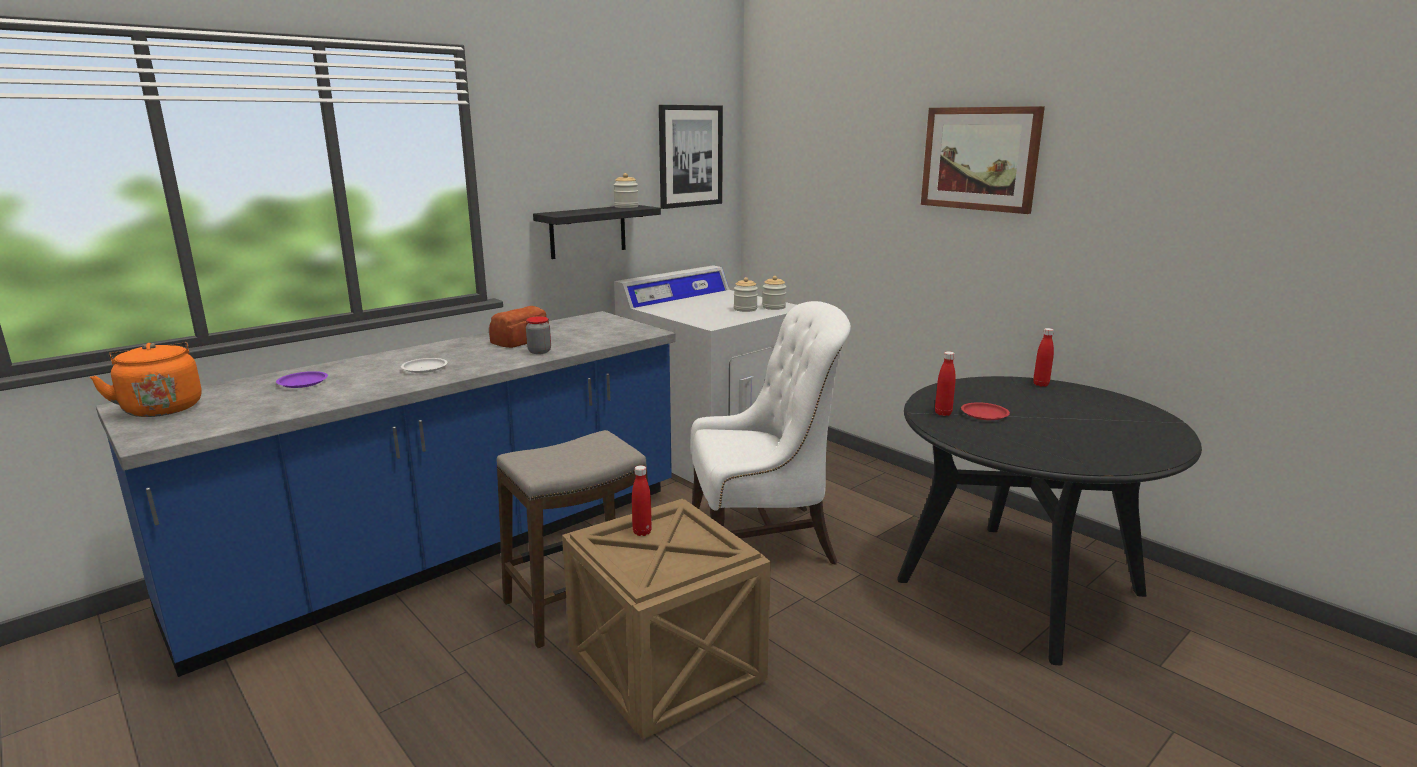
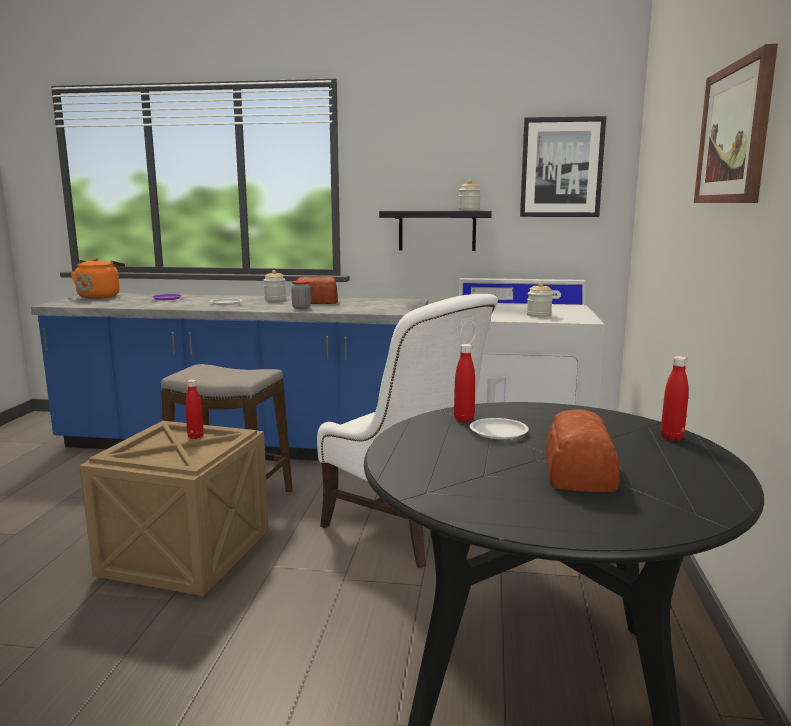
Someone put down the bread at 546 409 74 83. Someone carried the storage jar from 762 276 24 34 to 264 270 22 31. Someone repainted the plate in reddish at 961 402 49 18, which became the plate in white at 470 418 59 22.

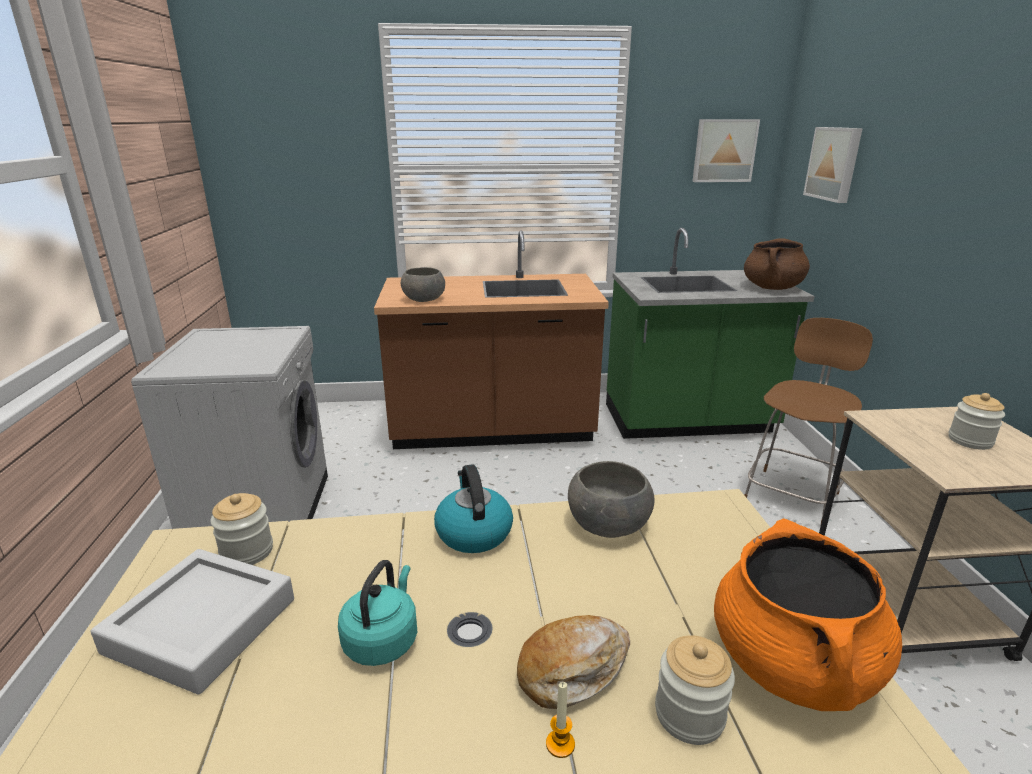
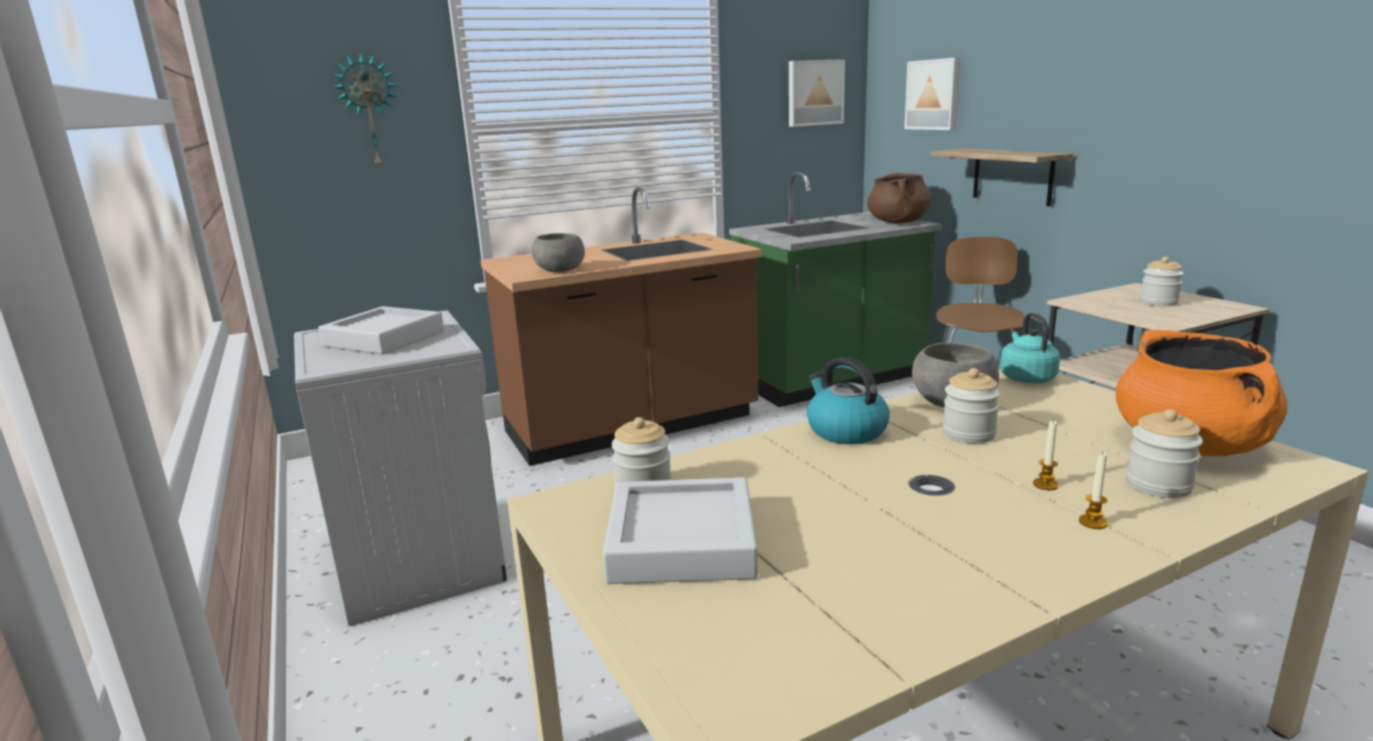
Someone put down the carrying tray in grey at 318 306 126 48. Someone put up the wall clock at 332 52 65 117. Someone put up the bracket shelf at 931 148 142 58. Someone put down the storage jar at 942 368 58 75. Someone carried the tea kettle in blue-green from 338 560 79 106 to 1000 313 60 70. Someone swapped the bread at 517 615 113 94 for the candle at 1033 420 26 70.

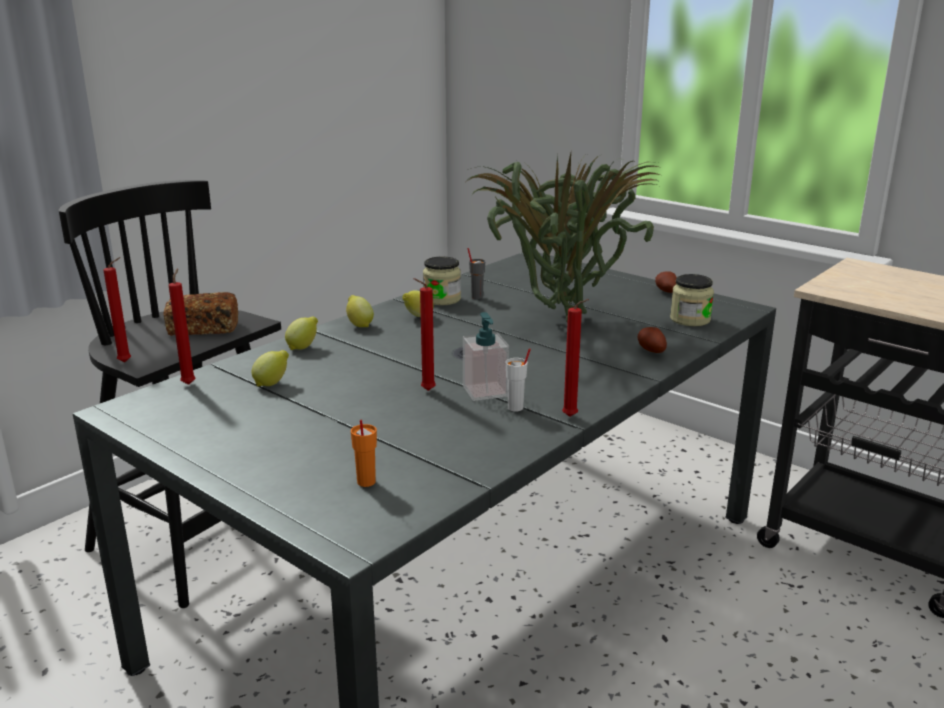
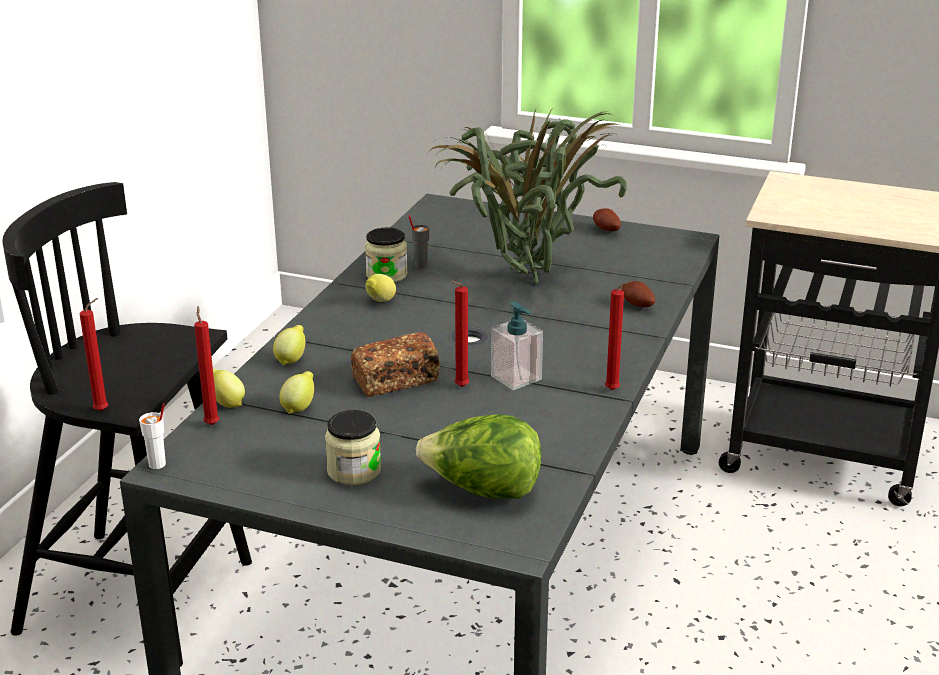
Someone carried the bread from 163 292 75 44 to 351 332 89 65. Someone carried the citrus fruit from 346 295 28 32 to 213 369 32 39. Someone carried the cup in white from 506 348 25 63 to 139 403 27 66. Someone carried the storage jar from 670 274 44 52 to 325 410 56 75. Someone swapped the cup in orangey at 351 419 26 68 for the lettuce at 416 414 125 85.

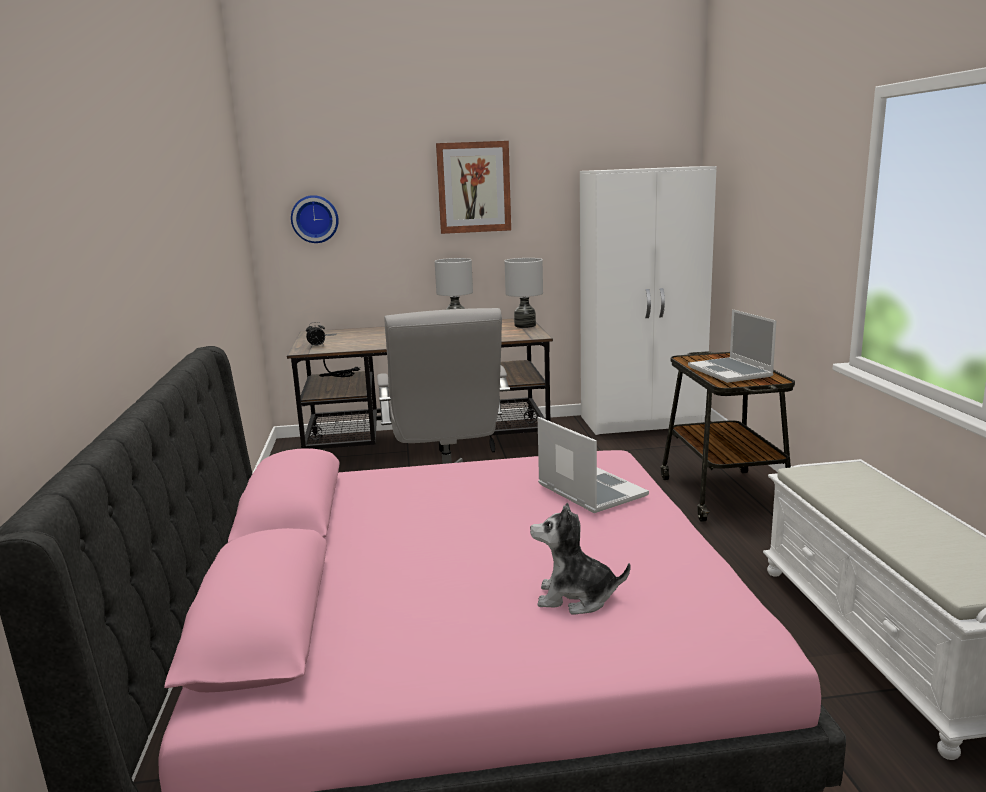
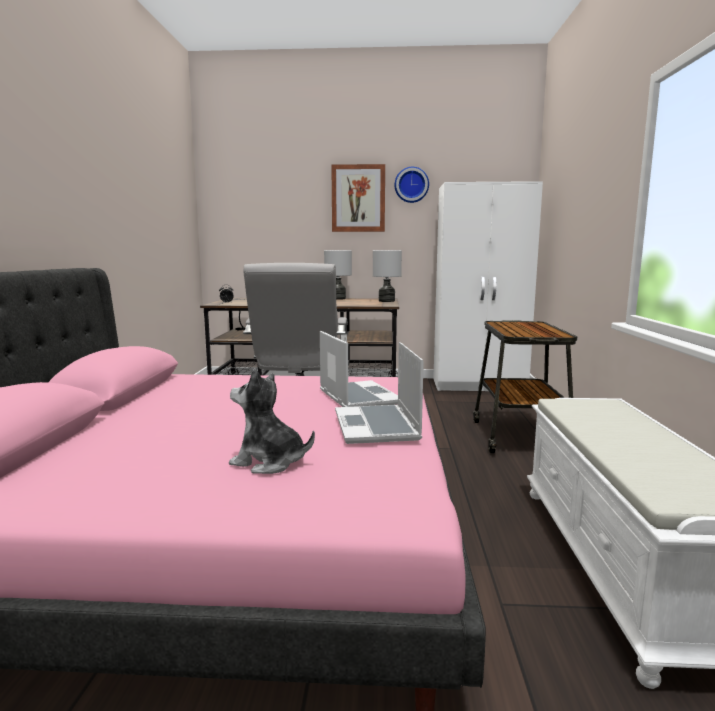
Someone carried the wall clock from 291 195 48 48 to 395 167 34 36. Someone carried the laptop from 688 309 88 74 to 335 342 89 102.

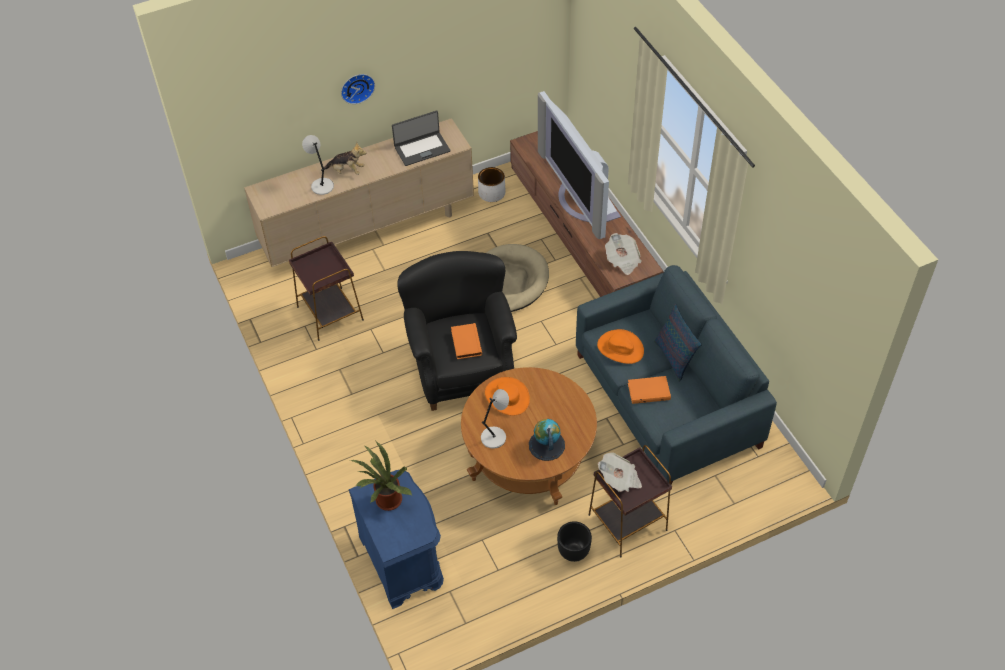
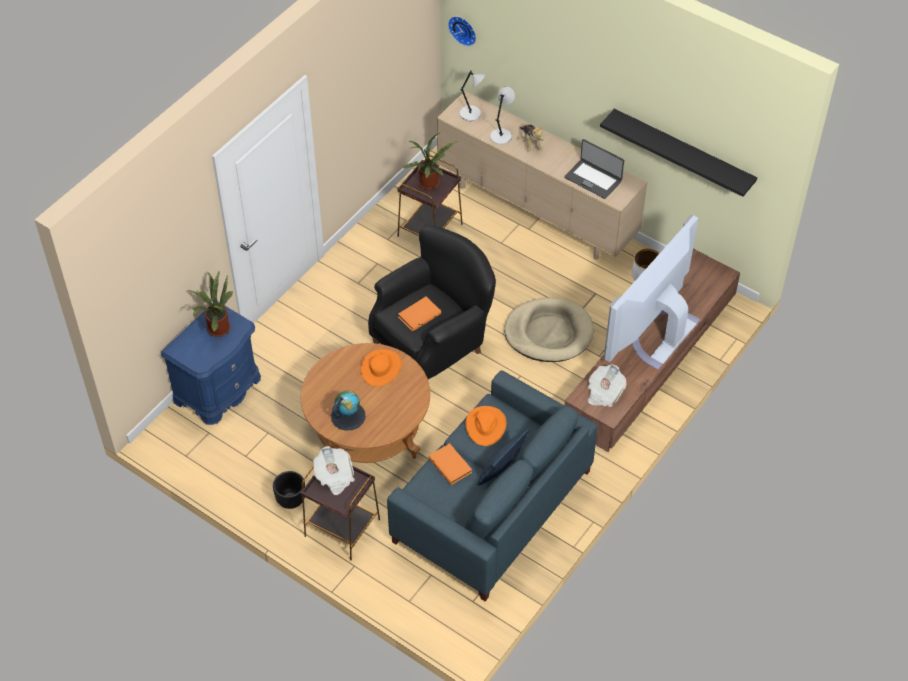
Someone put down the plant in a pot at 403 133 54 57. Someone put up the bracket shelf in blackish at 600 109 157 88. Someone carried the wall clock from 341 74 34 30 to 448 16 28 30. Someone carried the table lamp in grey from 481 389 28 60 to 460 70 25 51.

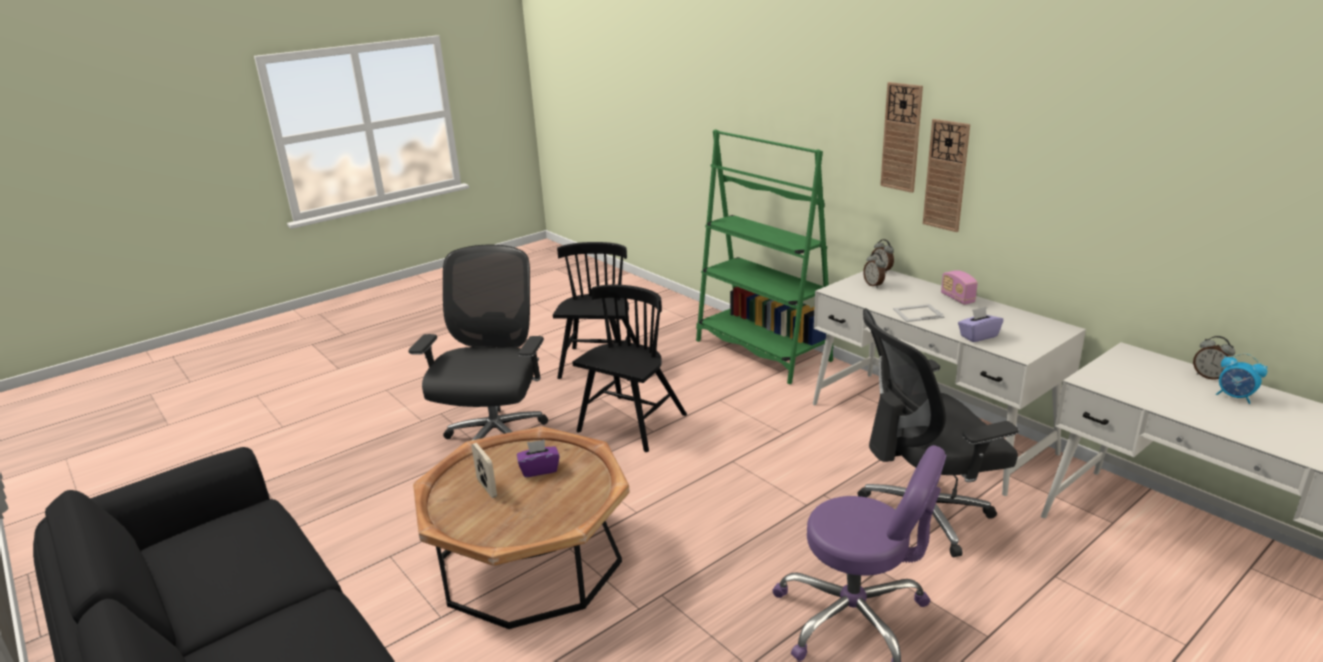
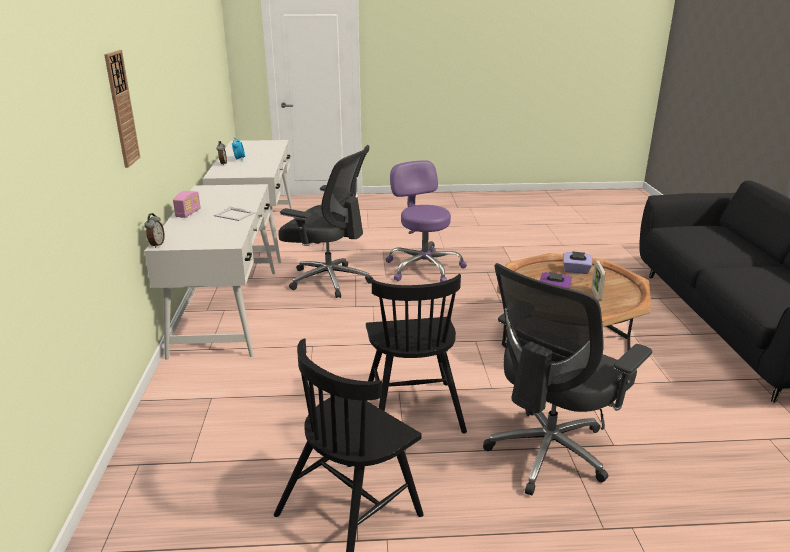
Someone took away the shelving unit in green at 696 129 137 255. Someone took away the table clock at 863 253 23 35. Someone took away the wall clock at 923 119 47 113. Someone carried the tissue box in purple from 958 307 46 35 to 563 251 29 23. Someone rotated the chair in blackish at 572 284 115 168 by 75 degrees counterclockwise.

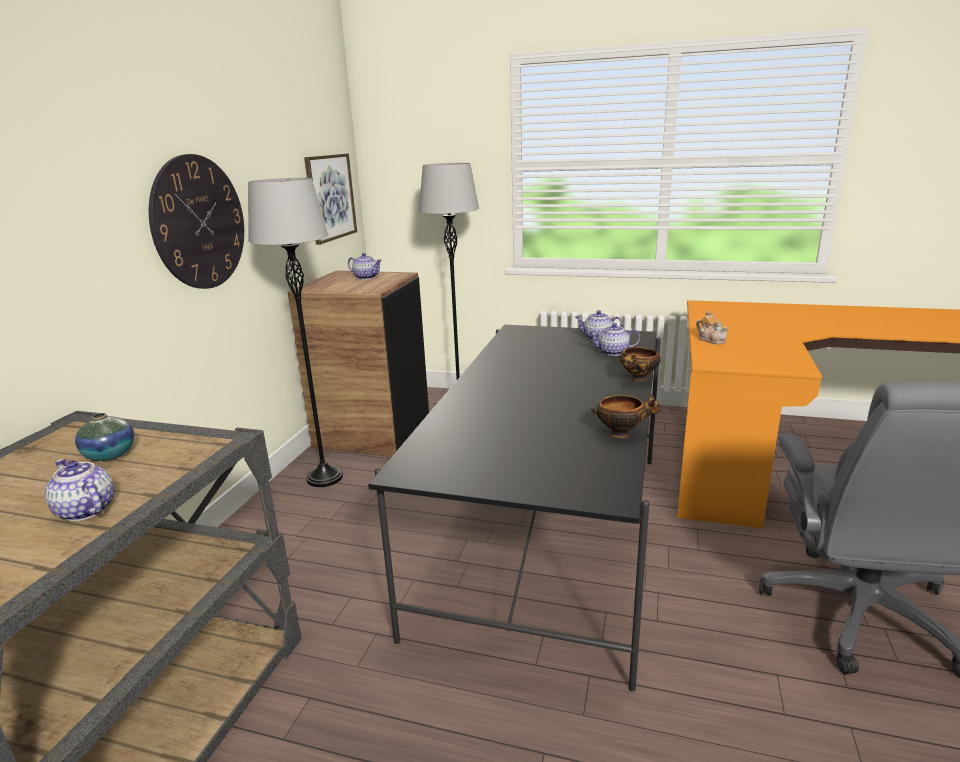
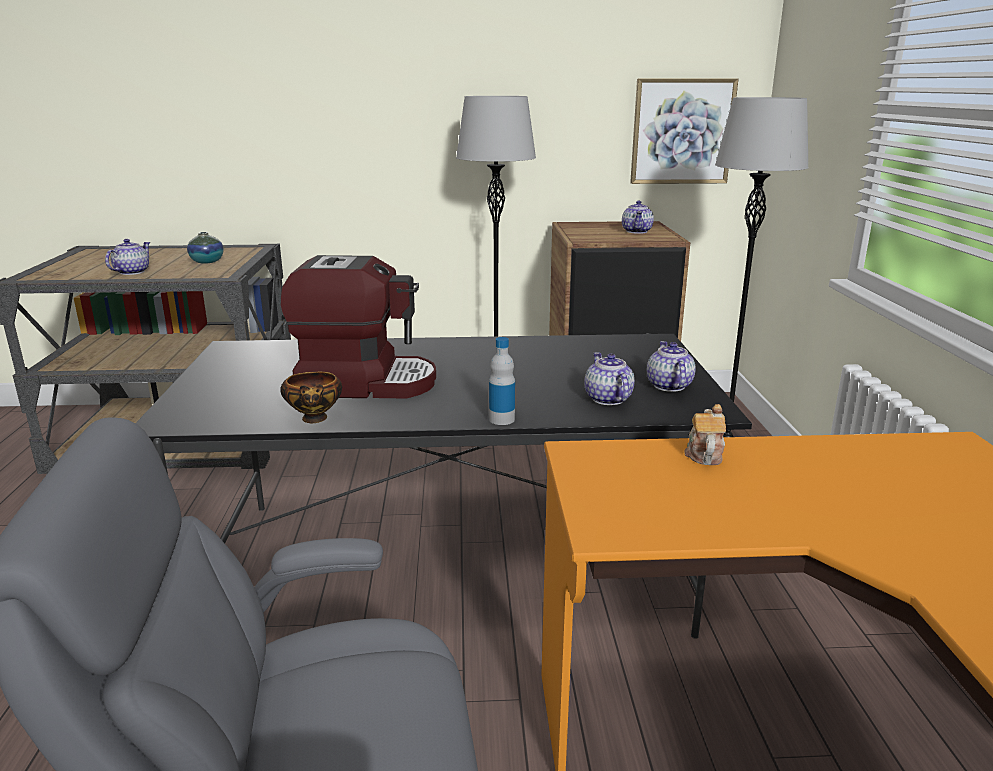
Someone took away the wall clock at 149 154 95 135. Someone put down the coffee machine at 281 255 155 144. Someone swapped the bowl at 619 347 42 35 for the beverage bottle at 489 337 26 88. Someone rotated the tea pot at 696 310 33 35 by 150 degrees clockwise.

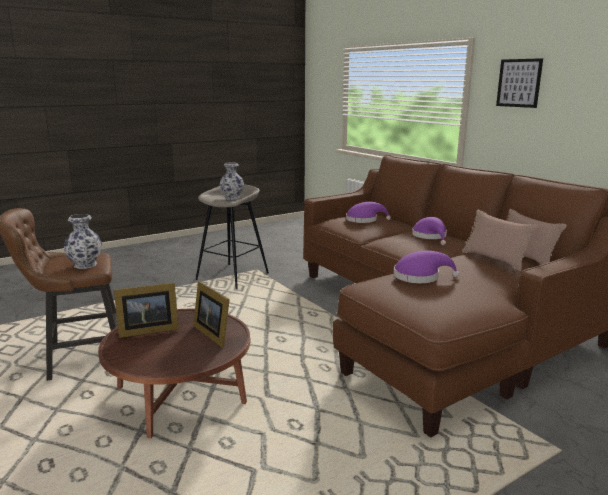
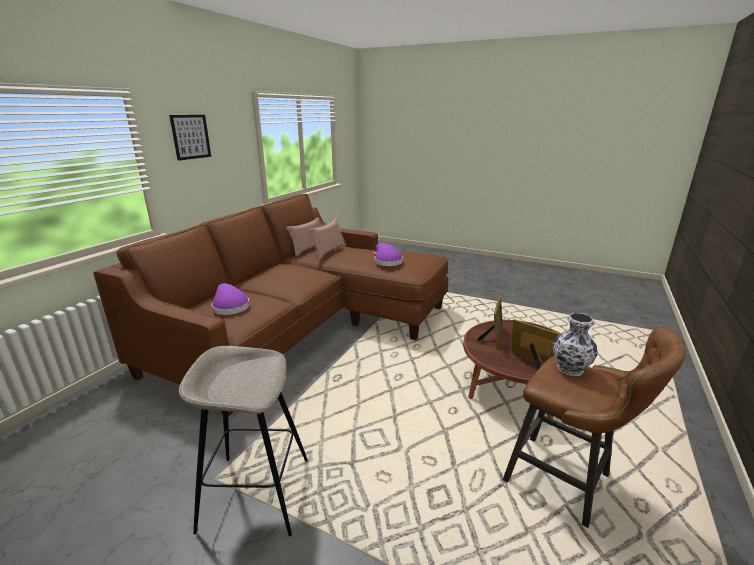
Someone took away the flower vase at 220 162 24 38. Someone took away the clothing hat in purple at 412 217 35 28.

